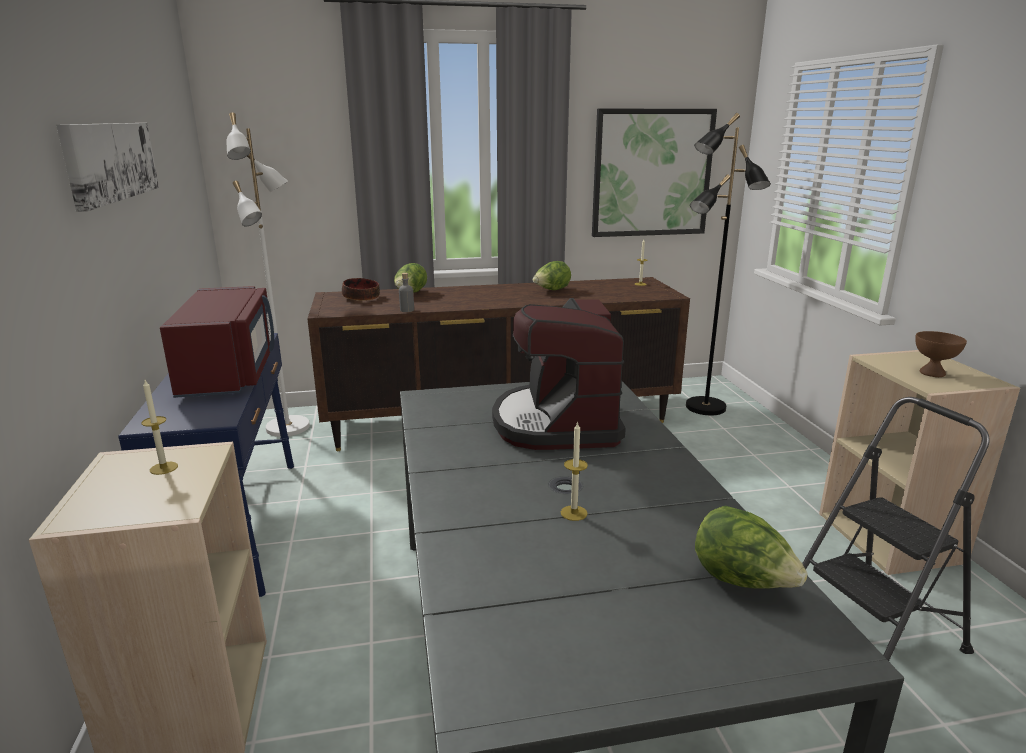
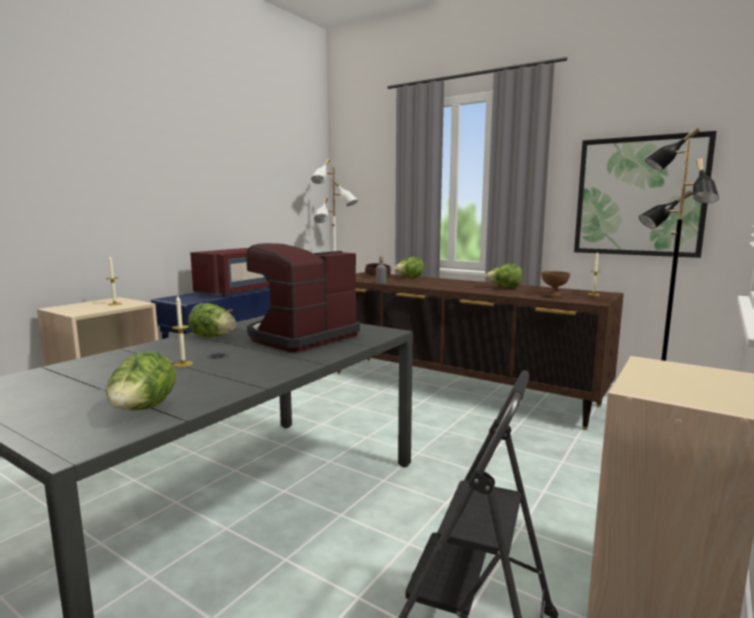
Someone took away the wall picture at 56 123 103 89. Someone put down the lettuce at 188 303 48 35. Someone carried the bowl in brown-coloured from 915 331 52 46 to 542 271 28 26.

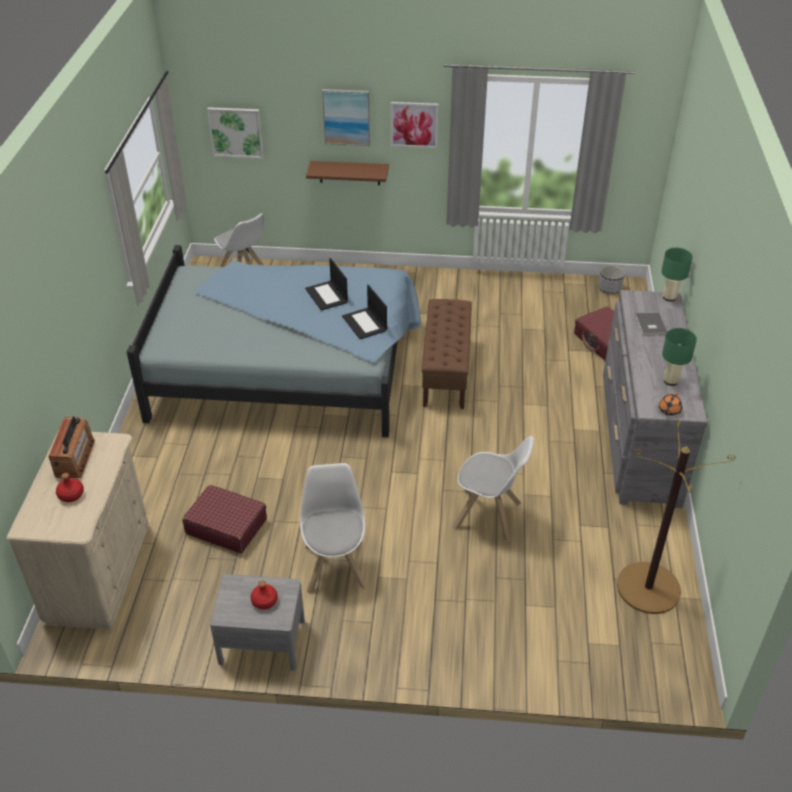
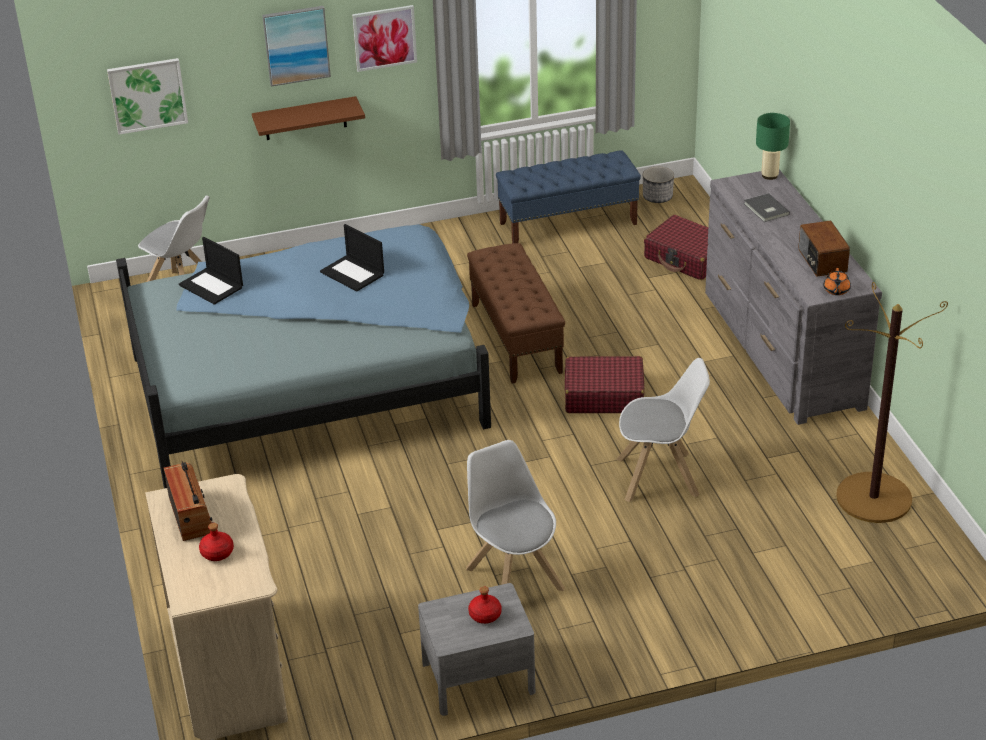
Someone put down the bench in bluish at 496 150 145 93. Someone carried the travel case in reddish from 182 485 85 68 to 565 356 79 57. Someone carried the laptop from 342 285 45 54 to 179 237 64 68. Someone swapped the table lamp in green at 662 328 35 58 for the radio at 799 220 51 57.

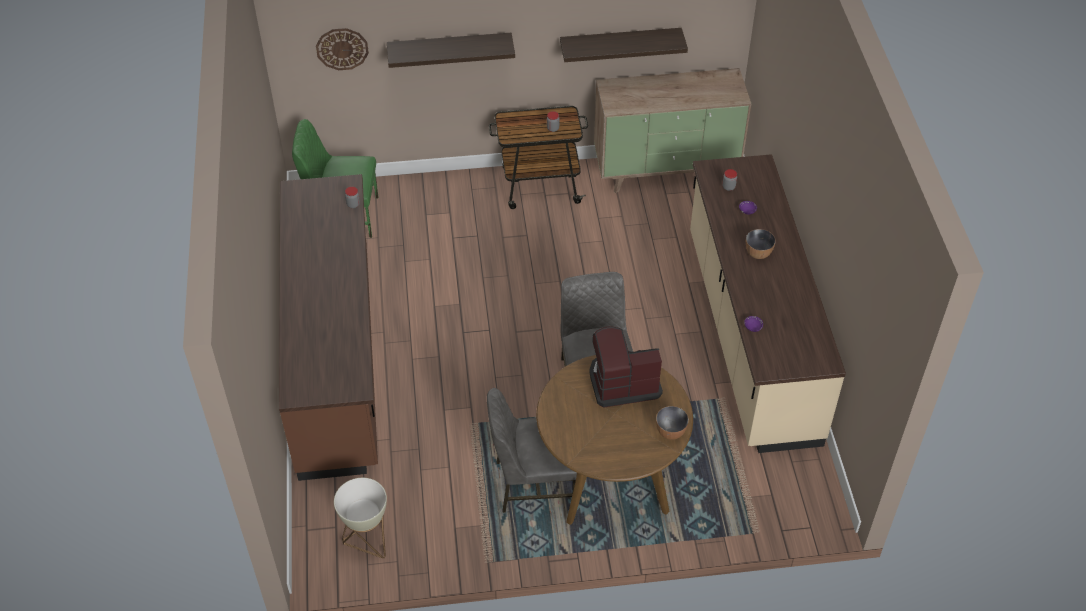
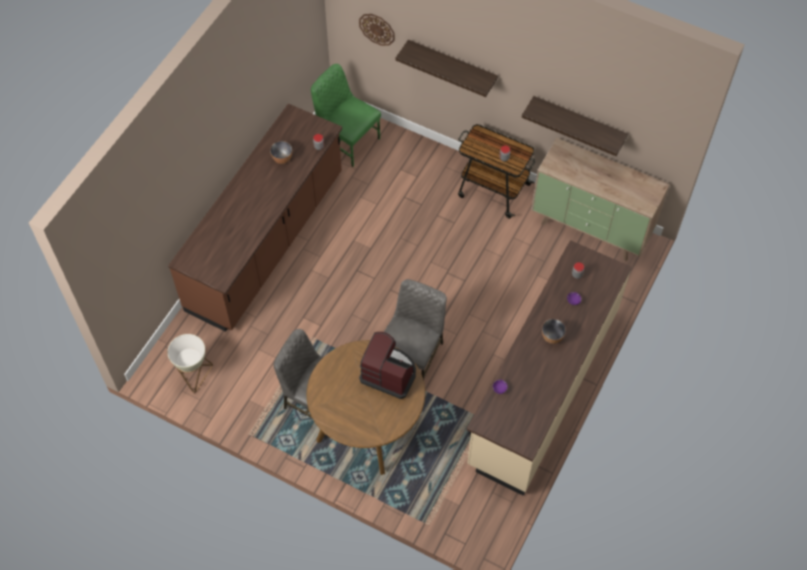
Someone carried the bowl from 656 406 33 34 to 270 141 22 23.

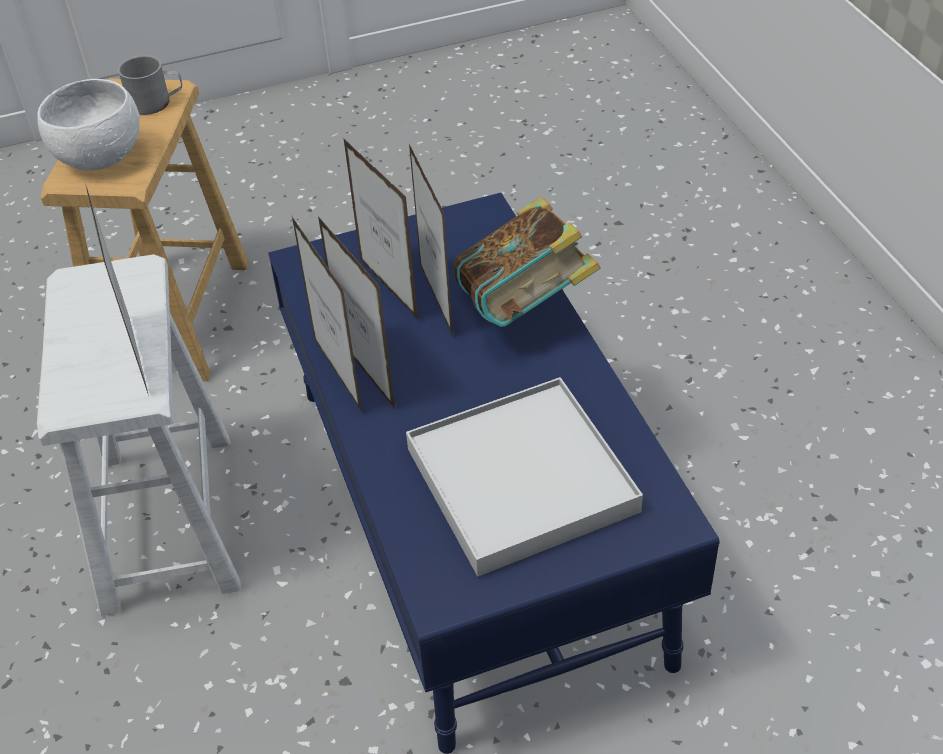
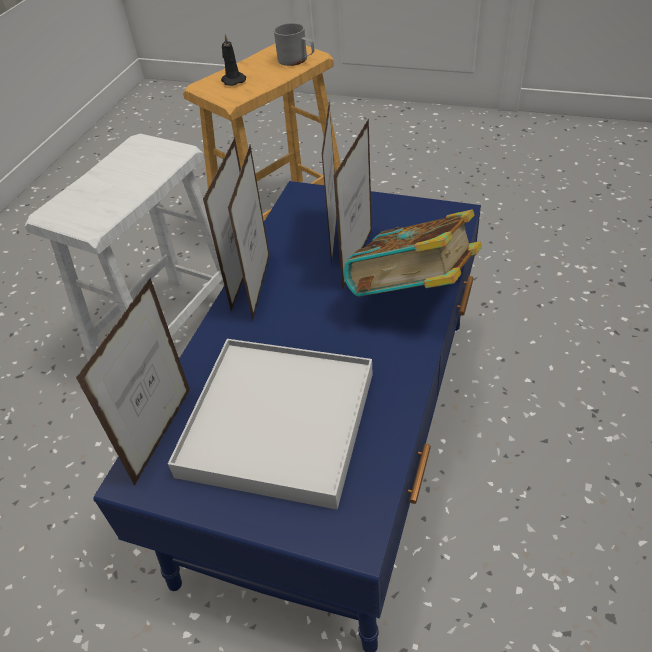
Someone carried the photo frame from 86 187 63 209 to 76 277 114 209. Someone swapped the bowl in white at 37 79 103 92 for the candle in blackish at 221 34 25 52.

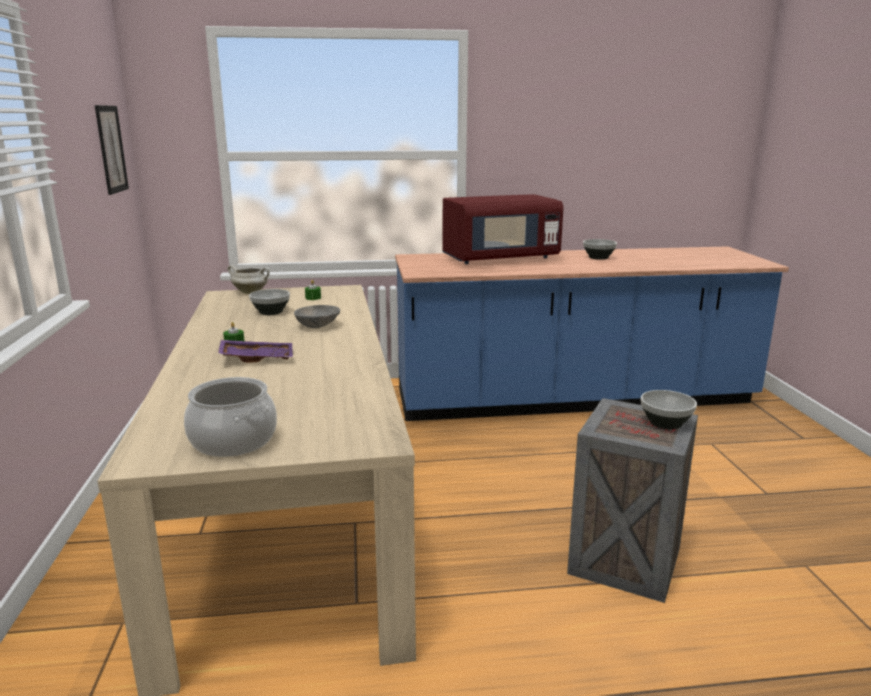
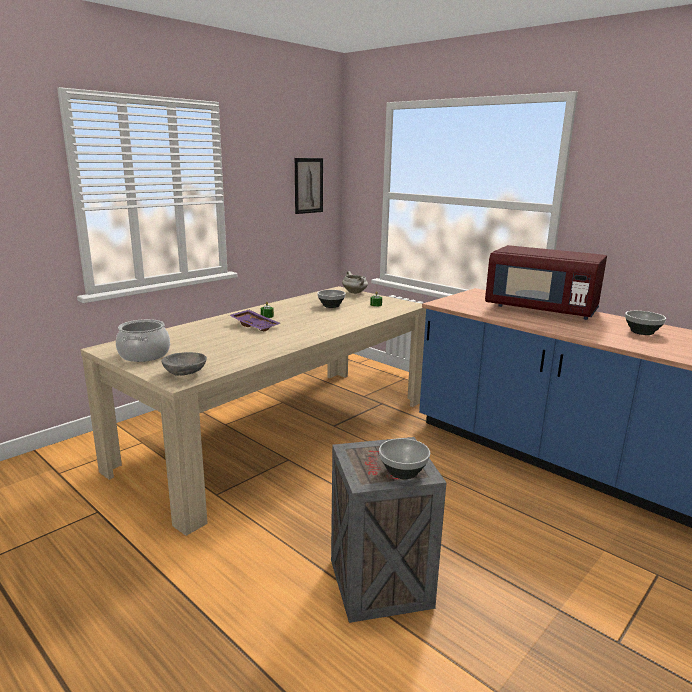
Someone carried the bowl in grey from 294 305 46 23 to 162 352 45 24.

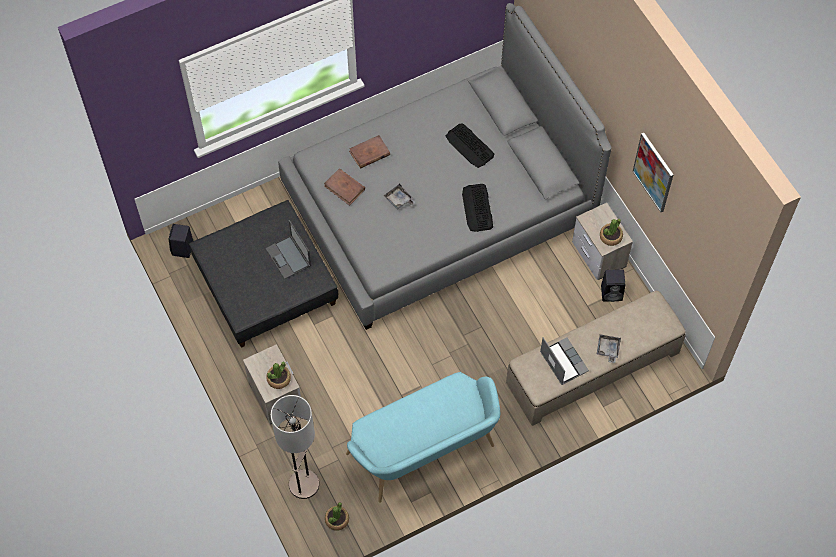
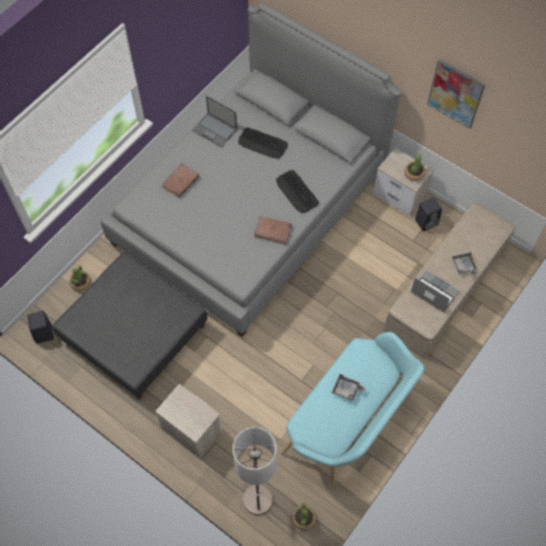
Someone carried the laptop from 266 220 45 59 to 192 95 45 52. Someone carried the plant in a pot from 266 362 25 27 to 69 266 22 25. Someone carried the book in brown-coloured from 324 168 41 38 to 254 216 38 29. Someone carried the carrying tray in grey from 384 183 31 26 to 332 374 34 28.

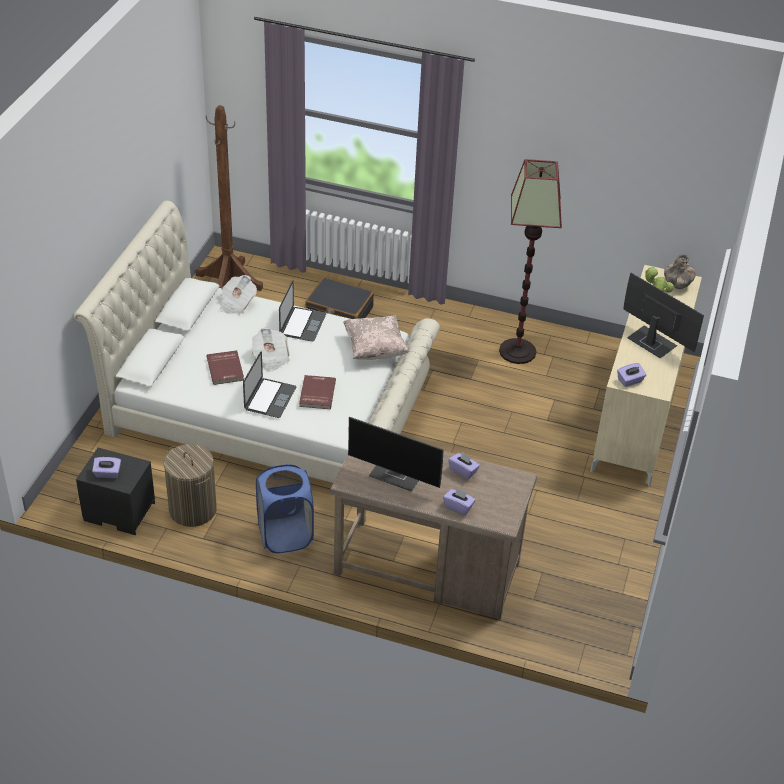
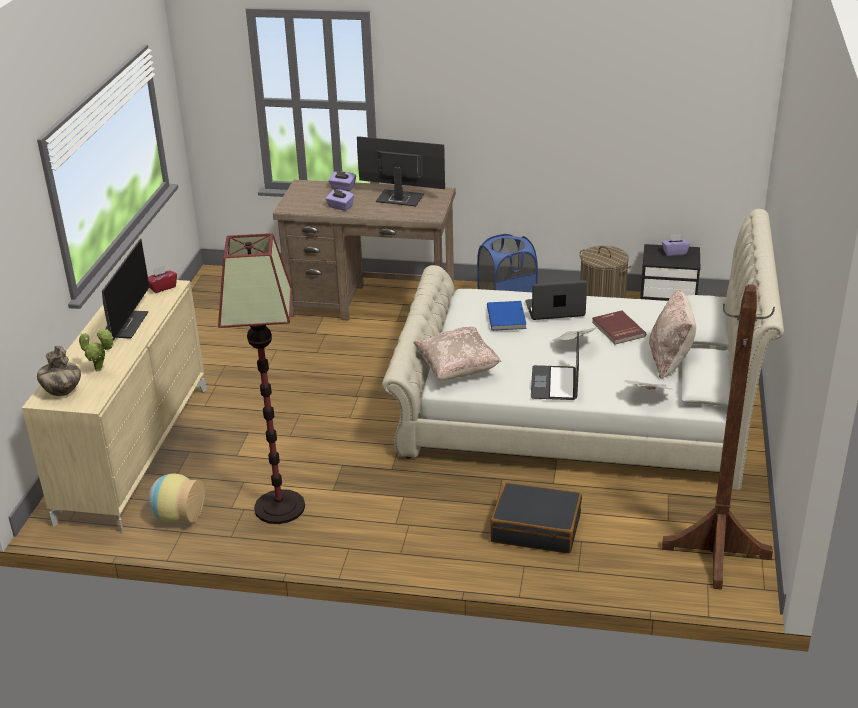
Someone put down the flower vase at 148 474 57 49. Someone put down the pillow in beige at 649 289 47 90. Someone repainted the book in reddish at 299 375 37 34, which became the book in bluish at 487 301 39 30. Someone repainted the tissue box in purple at 617 363 29 24, which became the tissue box in reddish at 148 266 29 27. Someone rotated the laptop at 243 351 53 67 by 75 degrees clockwise. Someone rotated the computer display at 623 273 81 85 by 120 degrees counterclockwise.

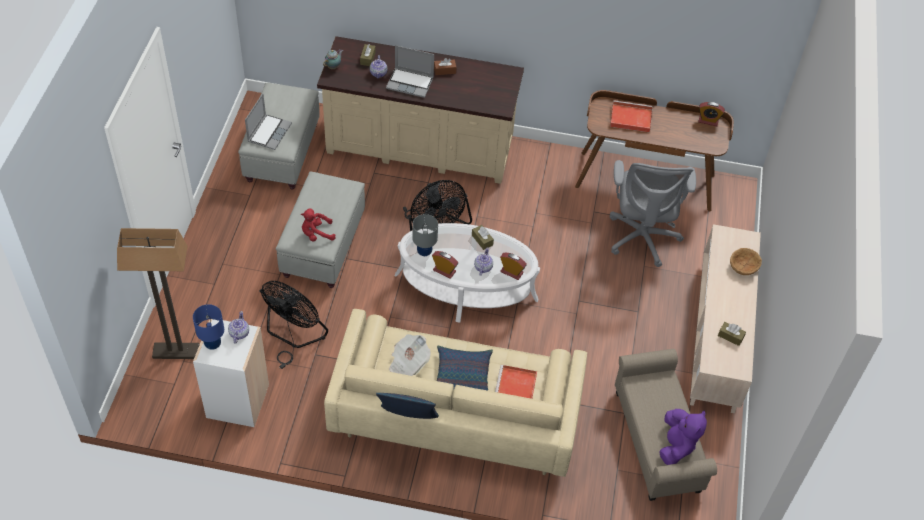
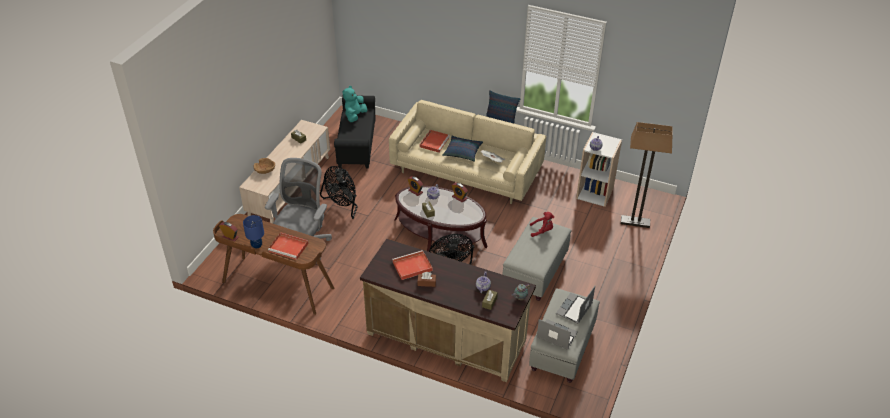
Someone took away the table lamp in grey at 412 214 26 42. Someone put down the carrying tray in reddish at 392 250 41 30. Someone carried the table lamp in bluish from 193 304 31 46 to 243 215 21 33. Someone carried the electric fan in blackish from 259 281 69 88 to 320 166 38 53. Someone carried the laptop from 386 45 48 53 to 537 319 41 31. Someone repainted the low table in white at 395 223 145 100, which became the low table in brown-coloured at 395 186 93 66. Someone repainted the ottoman in beige at 615 349 102 152, which became the ottoman in blackish at 334 96 42 72. Someone repainted the plush toy in purple at 659 409 48 56, which became the plush toy in blue-green at 343 86 24 36.

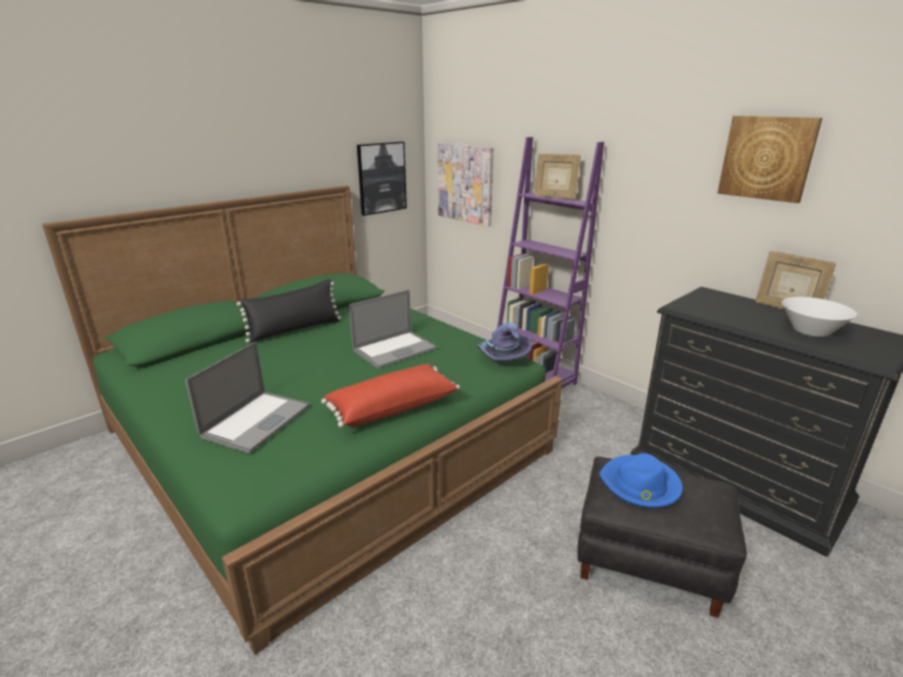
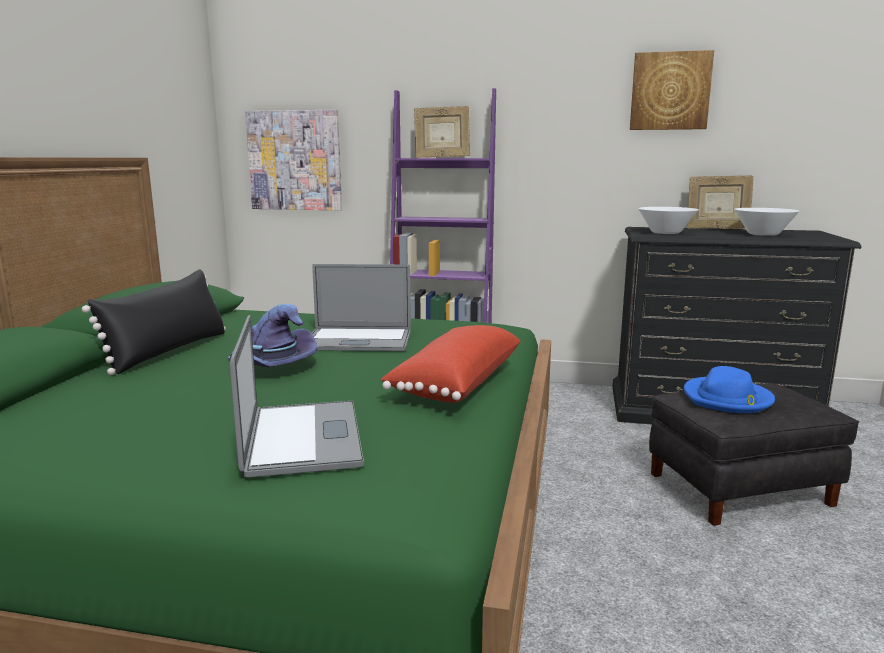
Someone took away the wall picture at 357 142 50 74. Someone put down the bowl in white at 638 207 61 27. Someone carried the clothing hat in purple from 477 322 55 38 to 228 304 89 63. Someone rotated the laptop at 349 290 88 78 by 75 degrees clockwise.

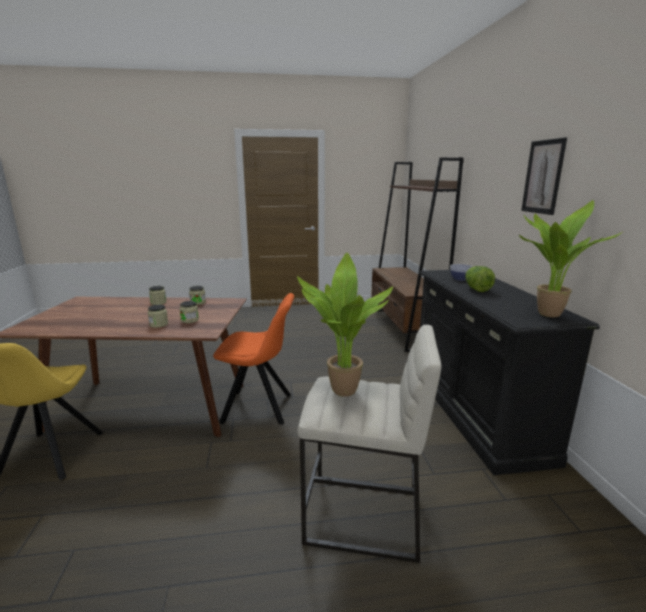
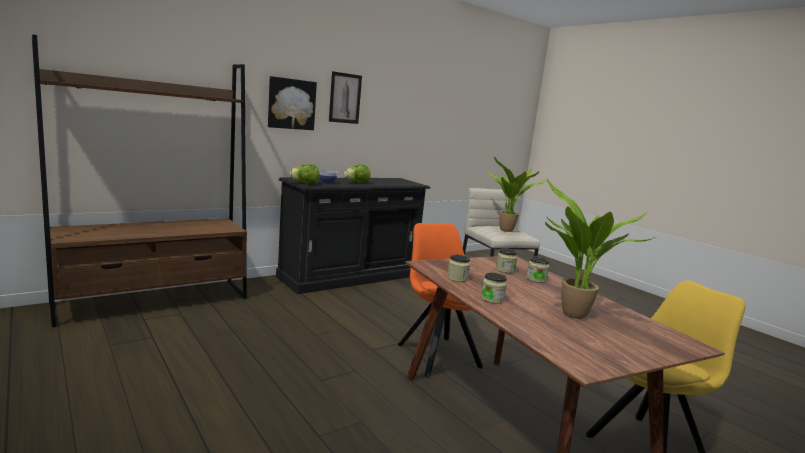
Someone put up the wall picture at 268 76 49 54. Someone put down the lettuce at 290 164 29 20. Someone carried the plant in a pot from 519 200 103 118 to 545 179 108 140.

